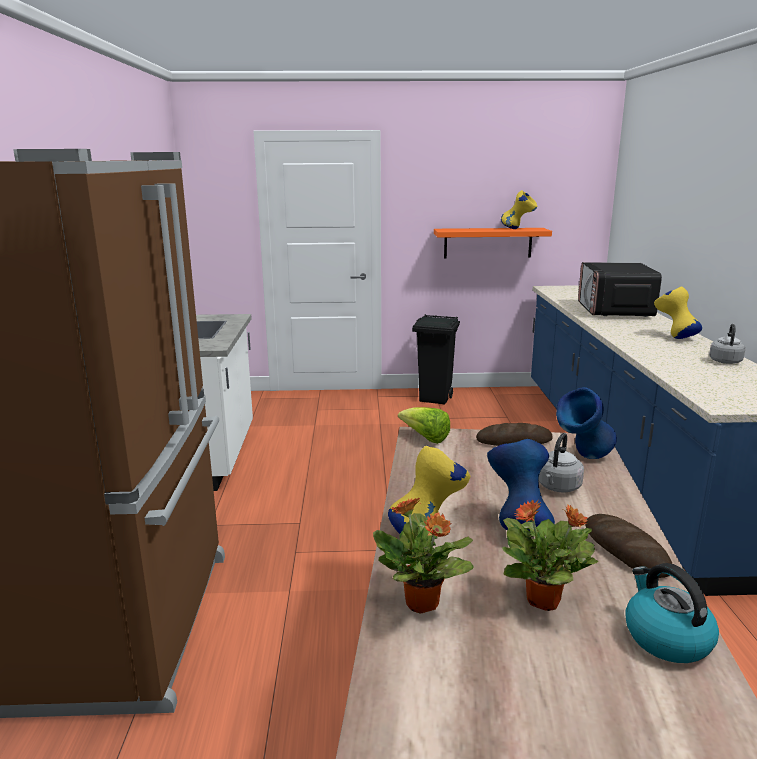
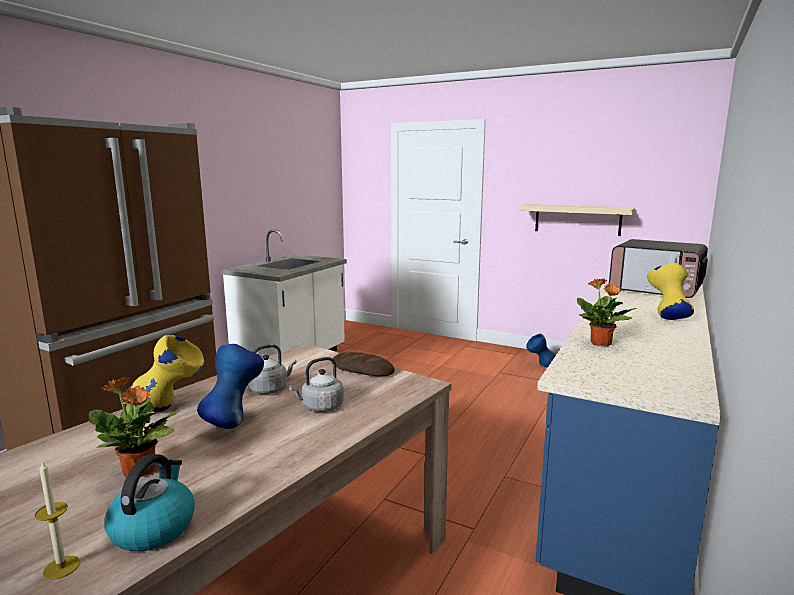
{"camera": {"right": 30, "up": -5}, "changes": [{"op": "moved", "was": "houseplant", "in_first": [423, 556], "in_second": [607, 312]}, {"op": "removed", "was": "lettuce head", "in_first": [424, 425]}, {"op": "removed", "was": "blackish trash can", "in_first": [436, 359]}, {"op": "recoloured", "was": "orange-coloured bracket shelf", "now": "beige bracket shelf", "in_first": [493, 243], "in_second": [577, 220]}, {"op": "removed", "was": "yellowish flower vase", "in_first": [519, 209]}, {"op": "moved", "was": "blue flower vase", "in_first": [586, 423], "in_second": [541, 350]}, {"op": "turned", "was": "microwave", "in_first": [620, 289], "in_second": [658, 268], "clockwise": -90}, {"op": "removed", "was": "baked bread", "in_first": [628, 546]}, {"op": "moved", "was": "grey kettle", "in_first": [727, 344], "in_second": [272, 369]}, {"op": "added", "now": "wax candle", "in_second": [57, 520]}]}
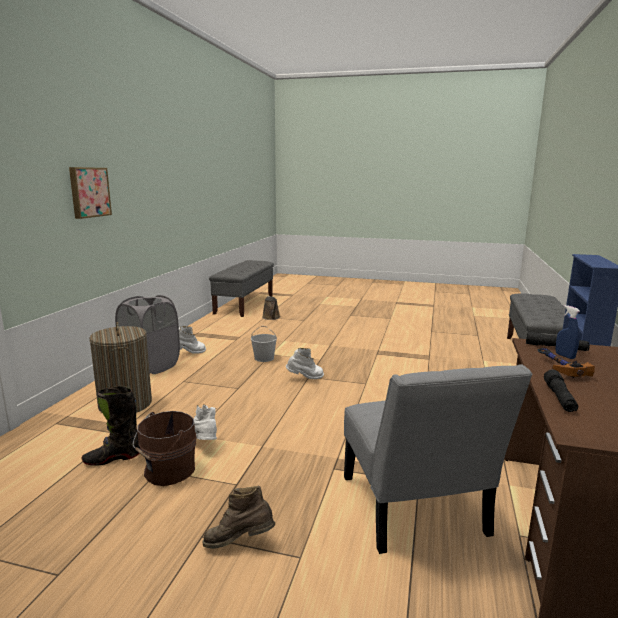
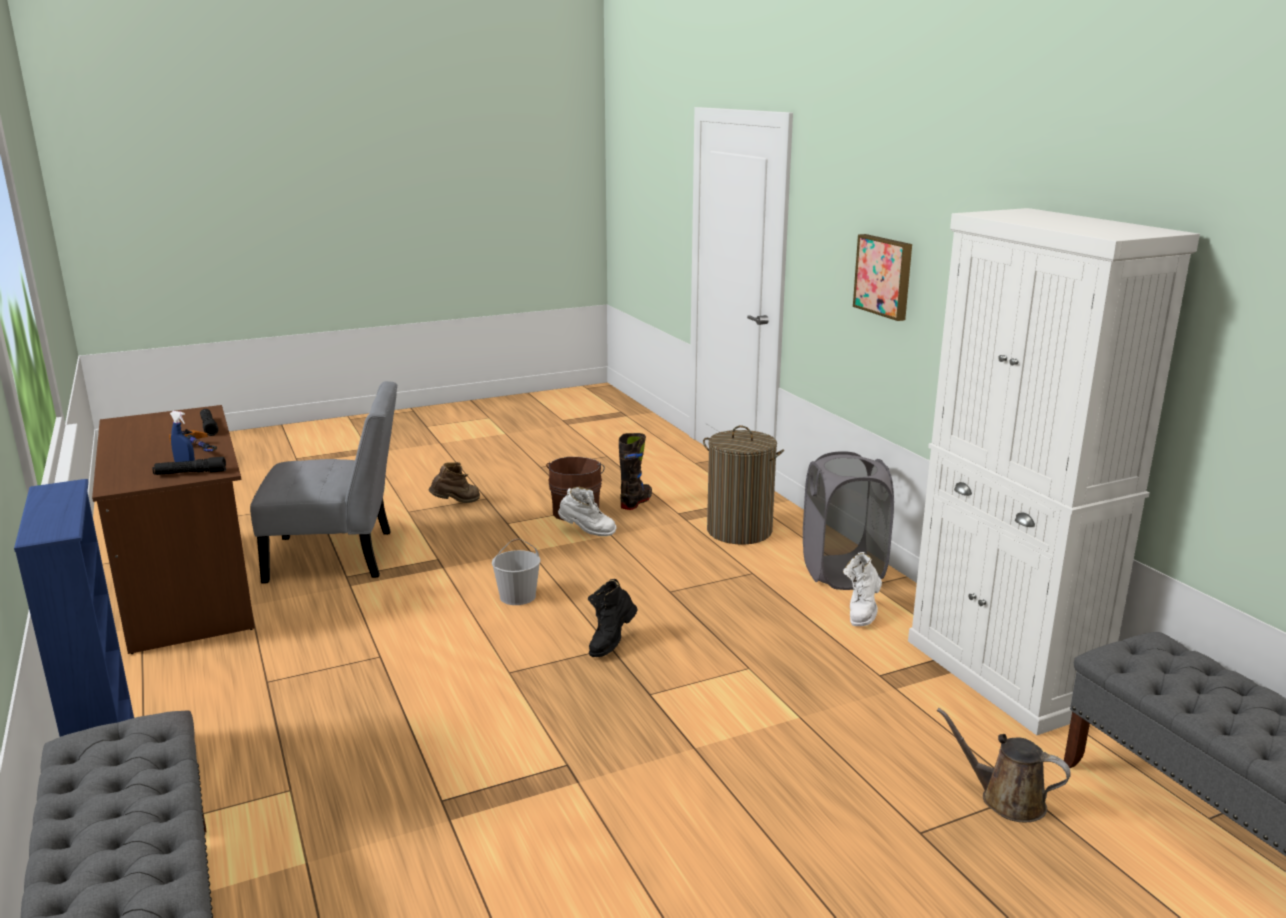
{"camera": {"right": 140, "up": 5}, "changes": [{"op": "moved", "was": "white-coloured water bucket", "in_first": [264, 344], "in_second": [516, 572]}, {"op": "recoloured", "was": "white-coloured high-top boot", "now": "blackish high-top boot", "in_first": [305, 363], "in_second": [613, 618]}, {"op": "turned", "was": "grey upright chair", "in_first": [438, 459], "in_second": [323, 482], "clockwise": 135}, {"op": "added", "now": "white-coloured cupboard", "in_second": [1054, 471]}]}
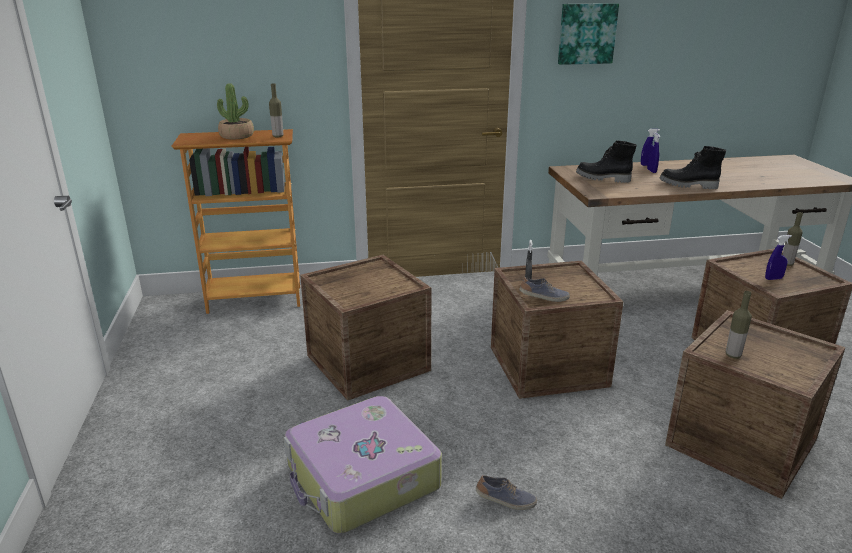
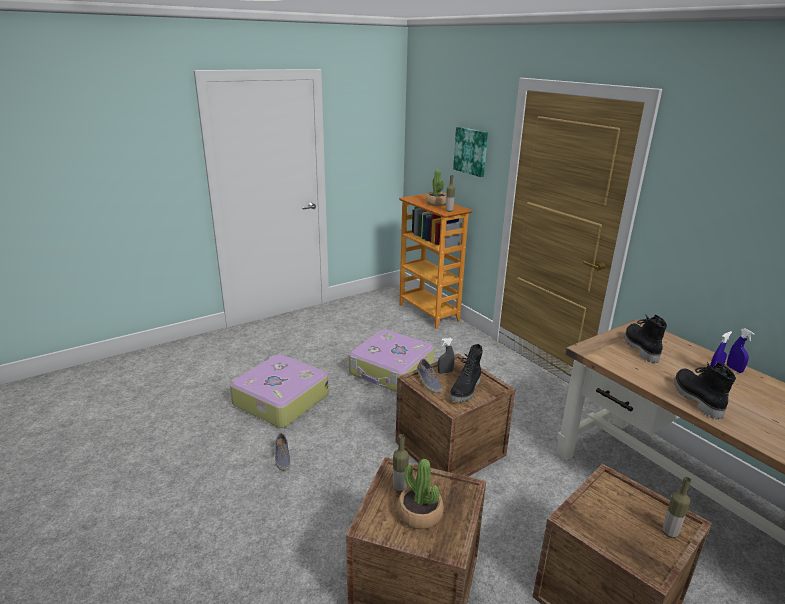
{"camera": {"right": 65, "up": 0}, "changes": [{"op": "replaced", "was": "packing crate", "now": "piece of luggage", "in_first": [365, 328], "in_second": [391, 361]}, {"op": "moved", "was": "wall picture", "in_first": [588, 34], "in_second": [470, 152]}, {"op": "removed", "was": "blue sprayer", "in_first": [778, 257]}, {"op": "added", "now": "houseplant", "in_second": [420, 494]}, {"op": "added", "now": "blackish high-top boot", "in_second": [466, 373]}]}
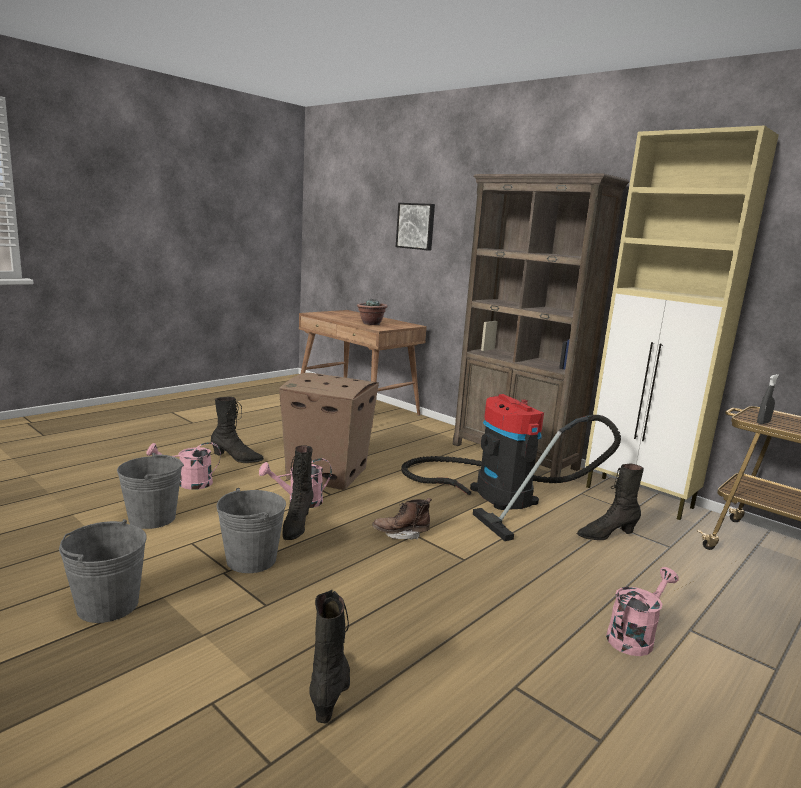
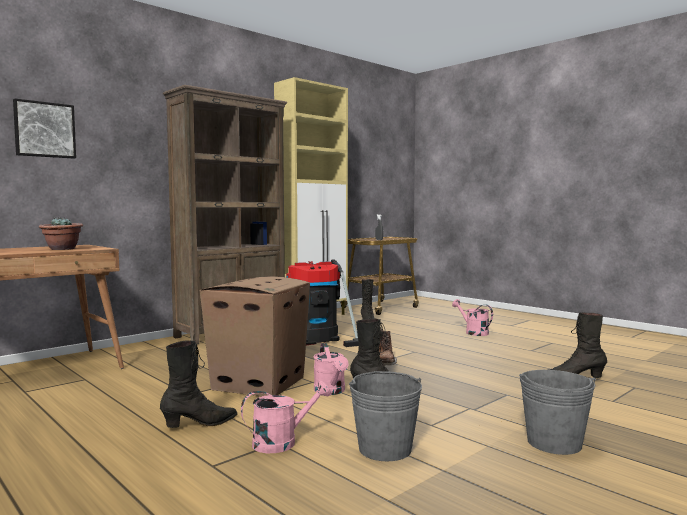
{"camera": {"right": -85, "up": -10}, "changes": [{"op": "turned", "was": "pink watering can", "in_first": [183, 466], "in_second": [286, 417], "clockwise": -105}, {"op": "turned", "was": "blackish high-top boot", "in_first": [237, 430], "in_second": [199, 384], "clockwise": 45}, {"op": "removed", "was": "grey water bucket", "in_first": [251, 530]}]}
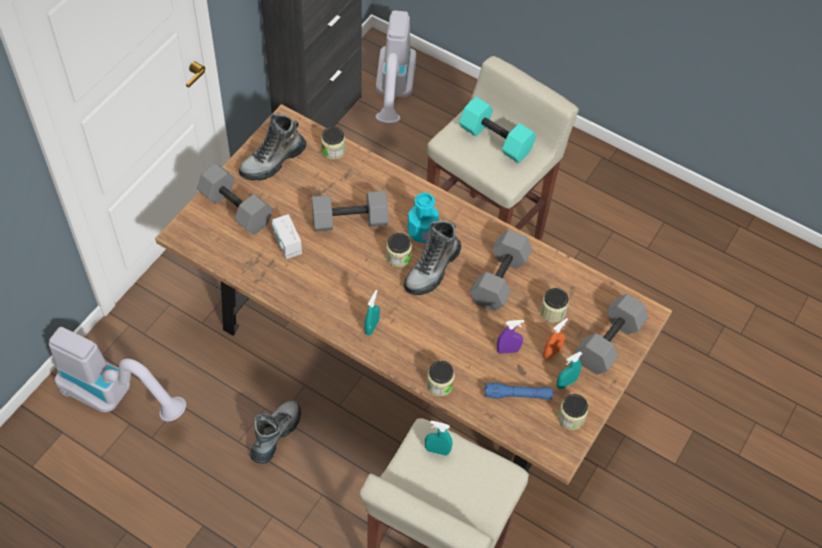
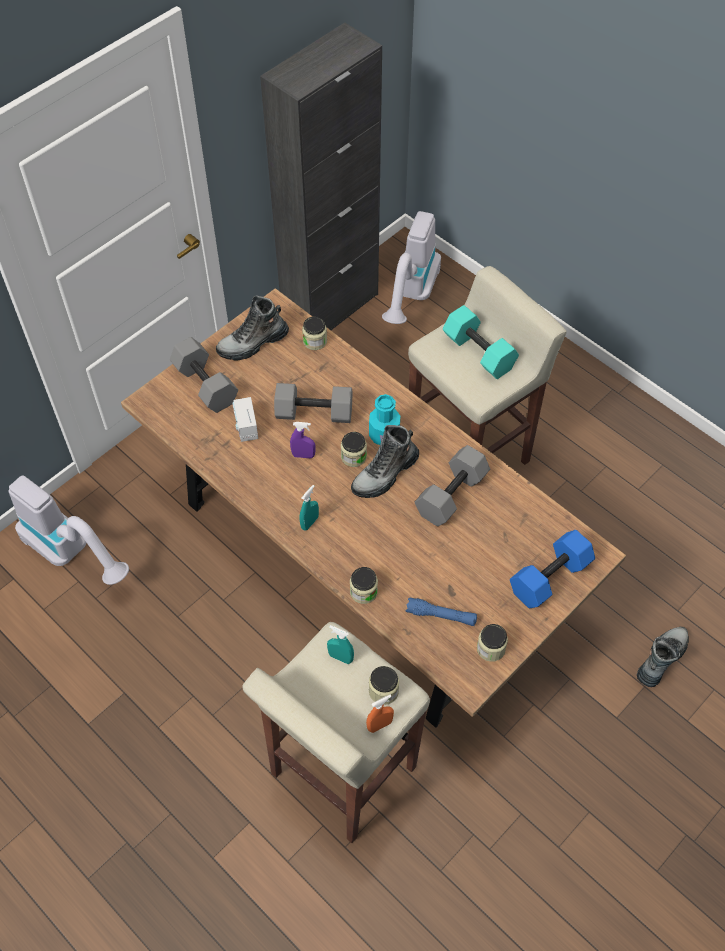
{"camera": {"right": 15, "up": 0}, "changes": [{"op": "moved", "was": "high-top boot", "in_first": [275, 432], "in_second": [663, 657]}, {"op": "moved", "was": "purple sprayer", "in_first": [510, 337], "in_second": [302, 440]}, {"op": "moved", "was": "preserve jar", "in_first": [554, 305], "in_second": [384, 685]}, {"op": "moved", "was": "orange-coloured sprayer", "in_first": [555, 338], "in_second": [380, 714]}, {"op": "removed", "was": "turquoise sprayer", "in_first": [569, 370]}, {"op": "recoloured", "was": "grey dumbbell", "now": "blue dumbbell", "in_first": [611, 334], "in_second": [552, 569]}]}
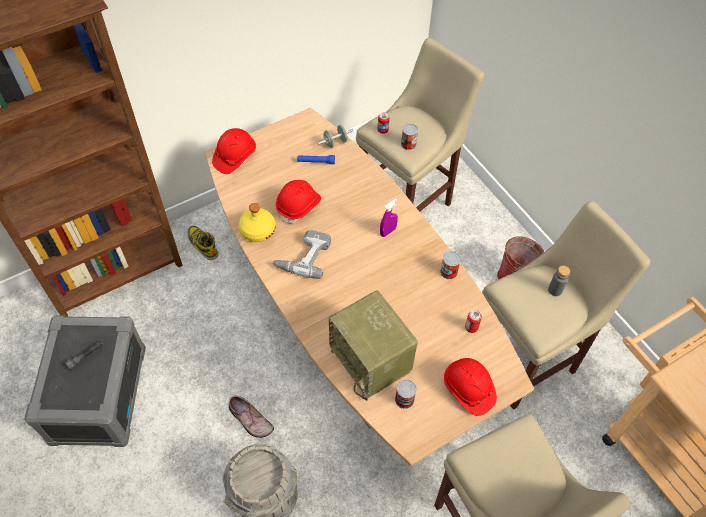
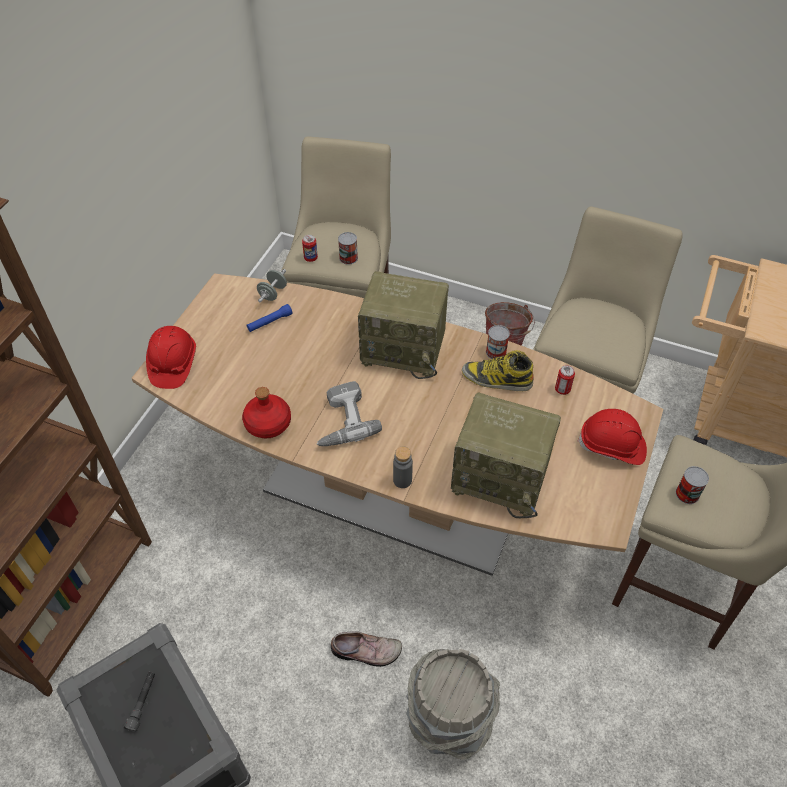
{"camera": {"right": -35, "up": -5}, "changes": [{"op": "moved", "was": "high-top boot", "in_first": [202, 243], "in_second": [498, 370]}, {"op": "recoloured", "was": "yellowish beverage bottle", "now": "red beverage bottle", "in_first": [257, 222], "in_second": [266, 412]}, {"op": "removed", "was": "red hard hat", "in_first": [298, 202]}, {"op": "replaced", "was": "purple sprayer", "now": "radio set", "in_first": [389, 217], "in_second": [403, 325]}, {"op": "moved", "was": "metal can", "in_first": [406, 394], "in_second": [692, 485]}, {"op": "moved", "was": "grey beverage bottle", "in_first": [559, 281], "in_second": [403, 467]}]}
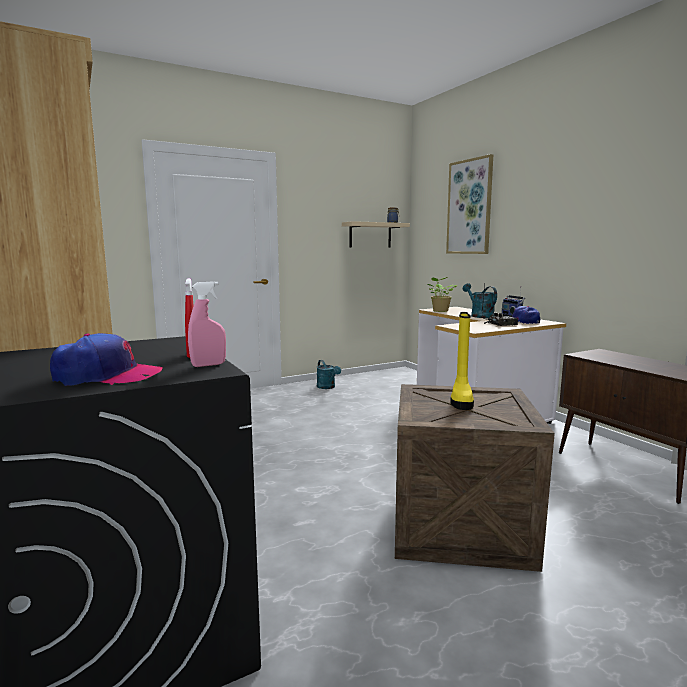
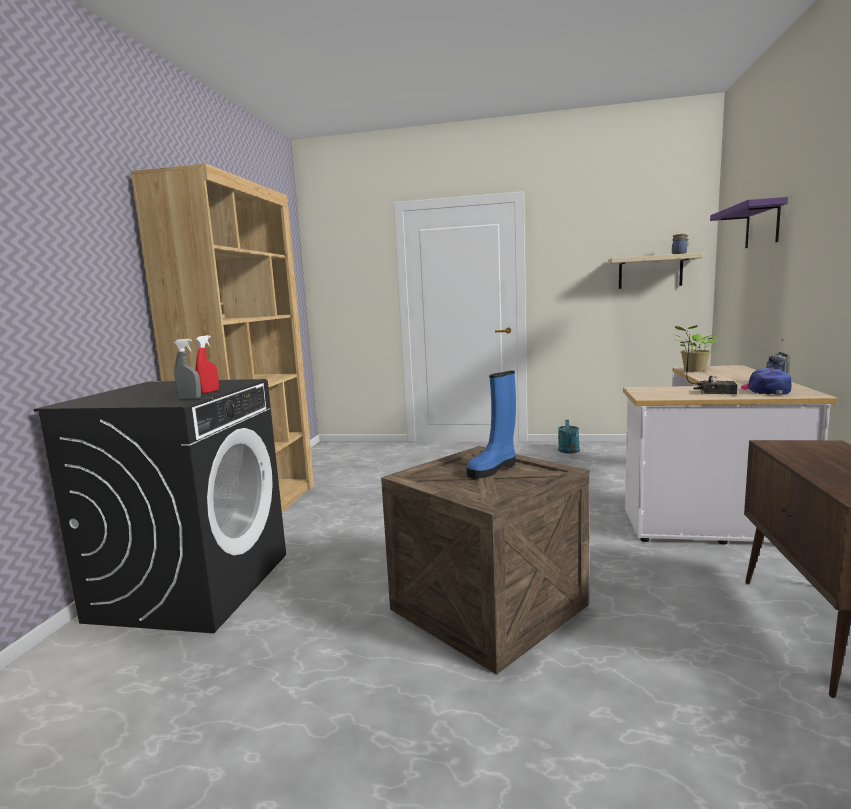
{"camera": {"right": 40, "up": 0}, "changes": [{"op": "removed", "was": "peaked cap", "in_first": [106, 359]}, {"op": "recoloured", "was": "pink sprayer", "now": "grey sprayer", "in_first": [207, 324], "in_second": [187, 369]}, {"op": "replaced", "was": "wall picture", "now": "purple bracket shelf", "in_first": [469, 204], "in_second": [749, 222]}, {"op": "recoloured", "was": "yellowish high-top boot", "now": "blue high-top boot", "in_first": [462, 361], "in_second": [491, 425]}, {"op": "removed", "was": "turquoise watering can", "in_first": [480, 300]}]}
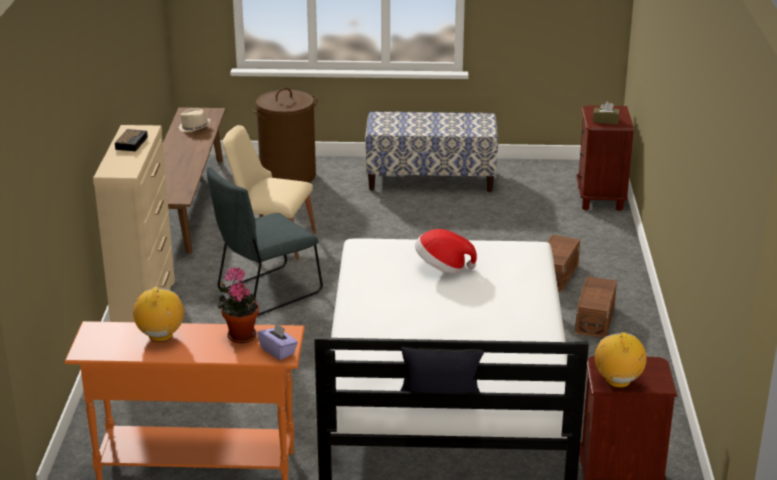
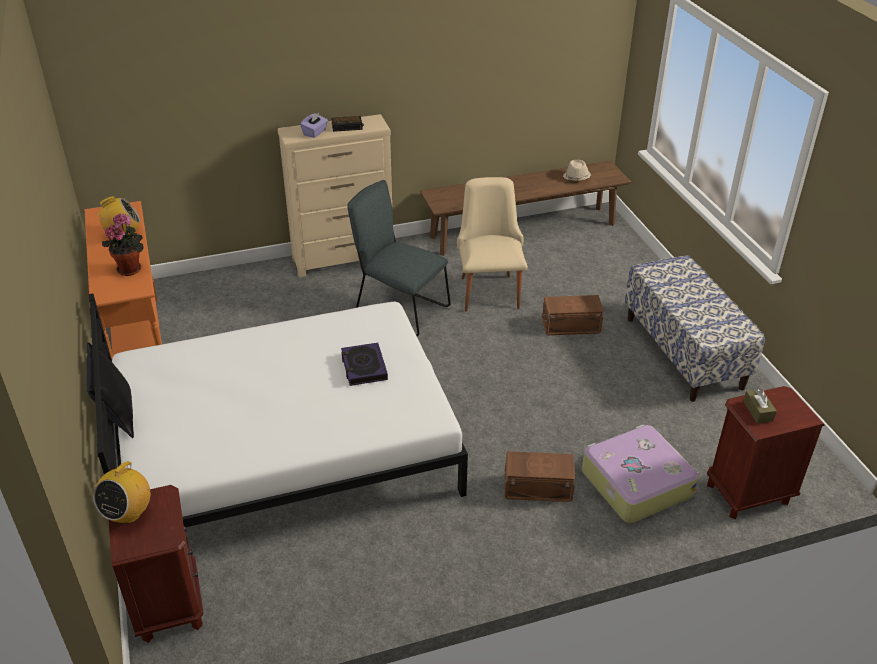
{"camera": {"right": 70, "up": 10}, "changes": [{"op": "removed", "was": "brownish hamper", "in_first": [284, 135]}, {"op": "moved", "was": "purple tissue box", "in_first": [277, 341], "in_second": [314, 125]}, {"op": "replaced", "was": "clothing hat", "now": "volume", "in_first": [446, 251], "in_second": [364, 364]}, {"op": "moved", "was": "brownish storage bin", "in_first": [596, 307], "in_second": [573, 315]}, {"op": "turned", "was": "radio set", "in_first": [621, 360], "in_second": [121, 492], "clockwise": 135}, {"op": "added", "now": "piece of luggage", "in_second": [640, 474]}]}
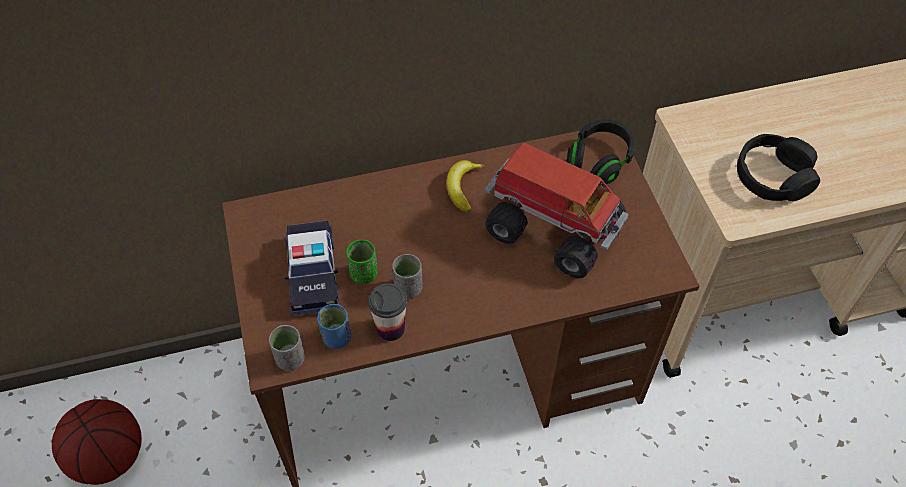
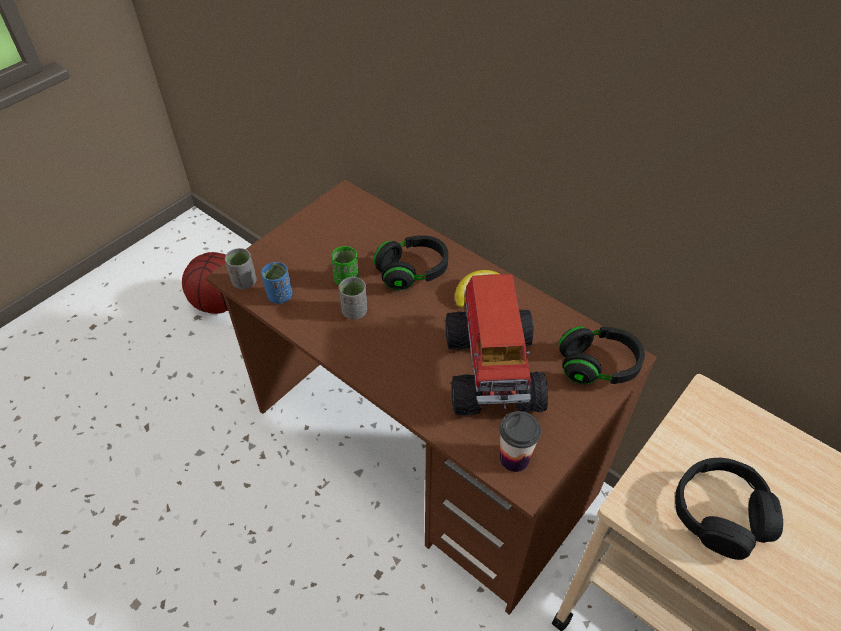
{"camera": {"right": 55, "up": -5}, "changes": [{"op": "removed", "was": "toy car", "in_first": [311, 268]}, {"op": "moved", "was": "drinking cup", "in_first": [387, 312], "in_second": [520, 441]}, {"op": "added", "now": "blackish headphones", "in_second": [410, 262]}]}
